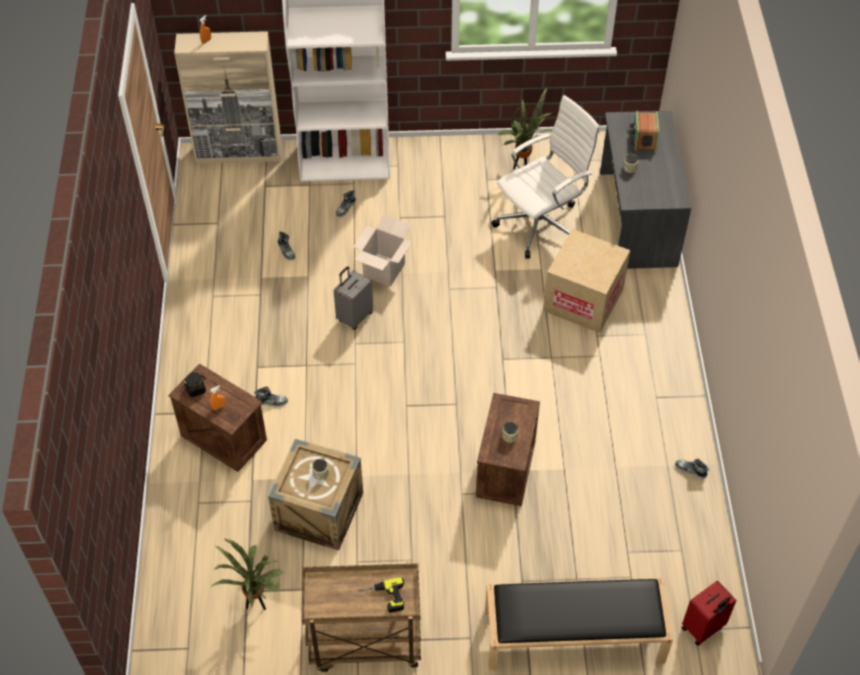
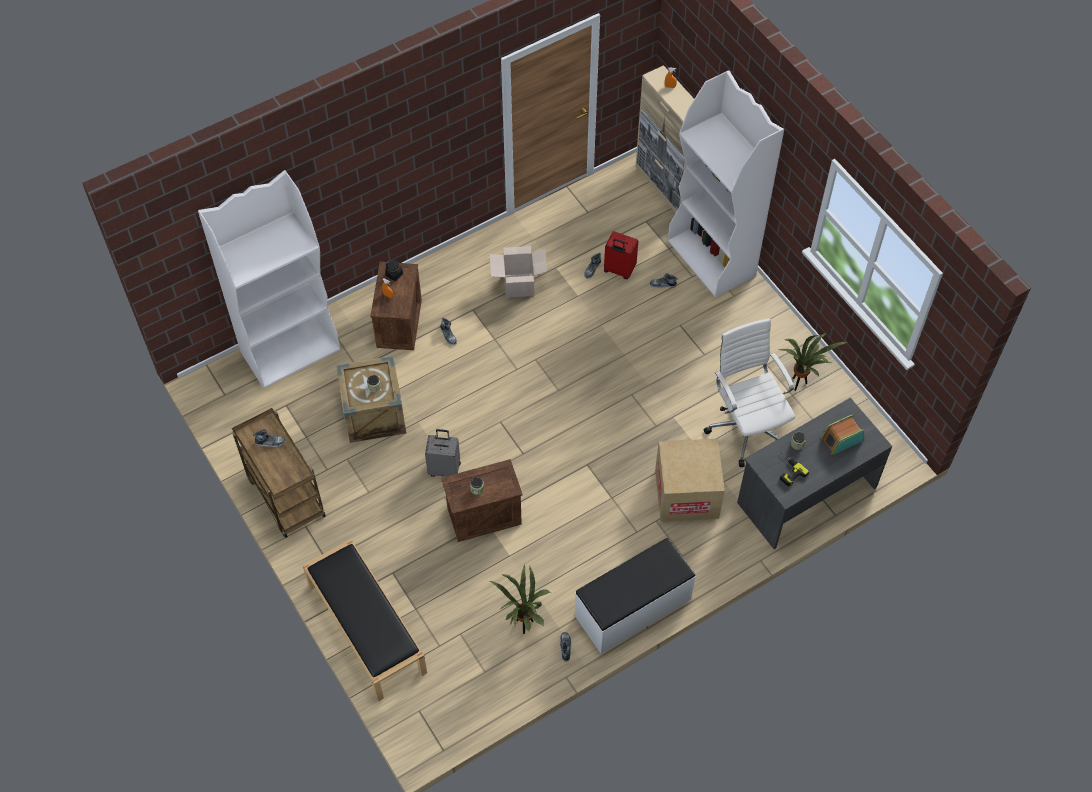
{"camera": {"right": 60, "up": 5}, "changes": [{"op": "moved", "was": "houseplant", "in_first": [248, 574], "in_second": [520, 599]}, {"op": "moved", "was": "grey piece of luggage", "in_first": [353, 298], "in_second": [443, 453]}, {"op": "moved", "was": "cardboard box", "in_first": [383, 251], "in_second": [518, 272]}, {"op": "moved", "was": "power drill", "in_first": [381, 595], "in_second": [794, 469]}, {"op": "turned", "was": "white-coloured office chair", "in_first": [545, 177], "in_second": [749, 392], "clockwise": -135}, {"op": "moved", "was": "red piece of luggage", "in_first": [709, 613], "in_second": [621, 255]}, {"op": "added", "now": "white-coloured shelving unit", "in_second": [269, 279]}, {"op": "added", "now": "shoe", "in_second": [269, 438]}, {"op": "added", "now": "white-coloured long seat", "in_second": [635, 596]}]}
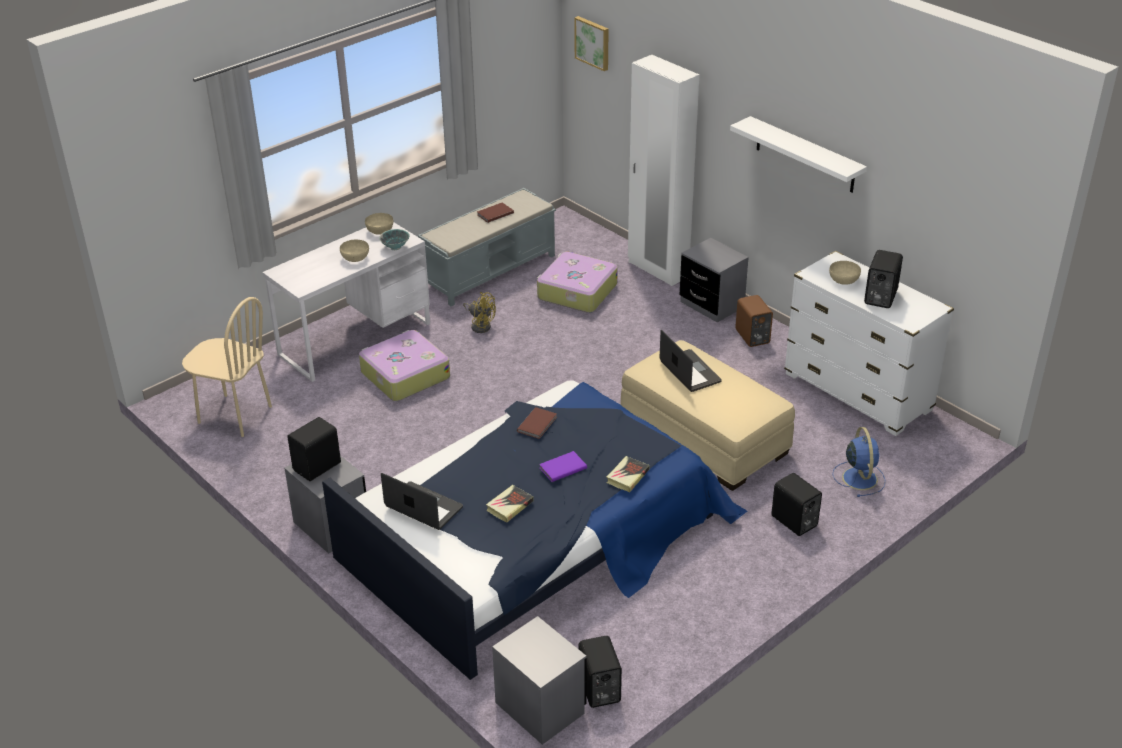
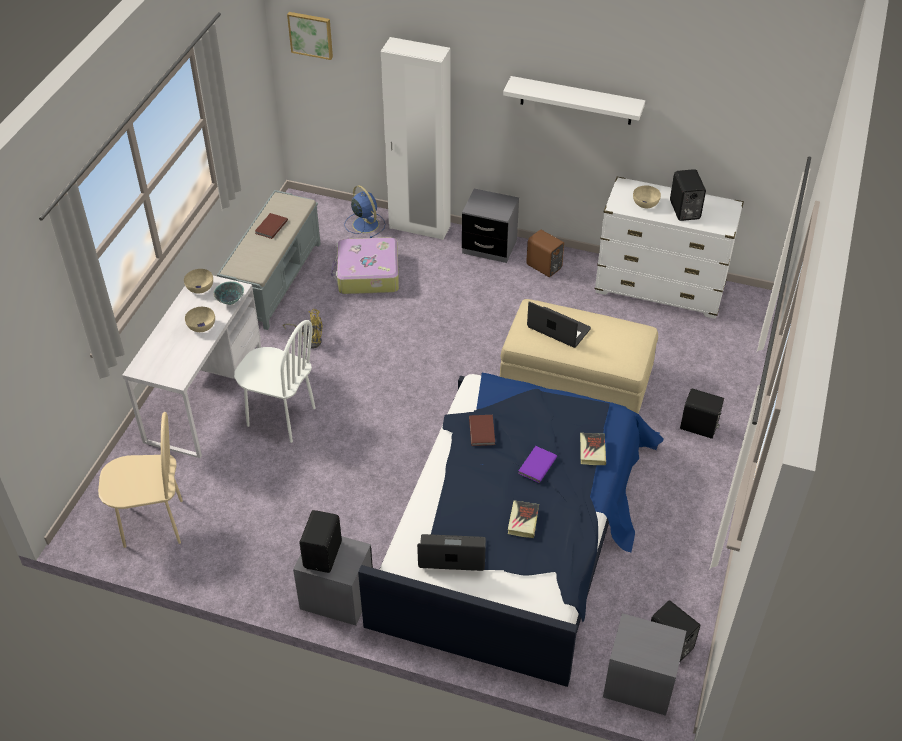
{"camera": {"right": -30, "up": 10}, "changes": [{"op": "replaced", "was": "piece of luggage", "now": "white-coloured upright chair", "in_first": [404, 365], "in_second": [274, 381]}, {"op": "moved", "was": "blue fan", "in_first": [859, 462], "in_second": [364, 211]}]}
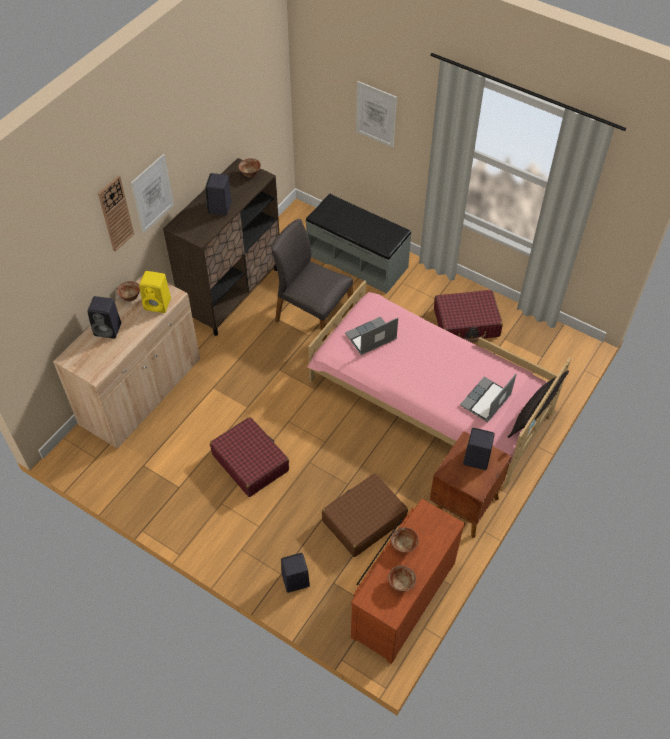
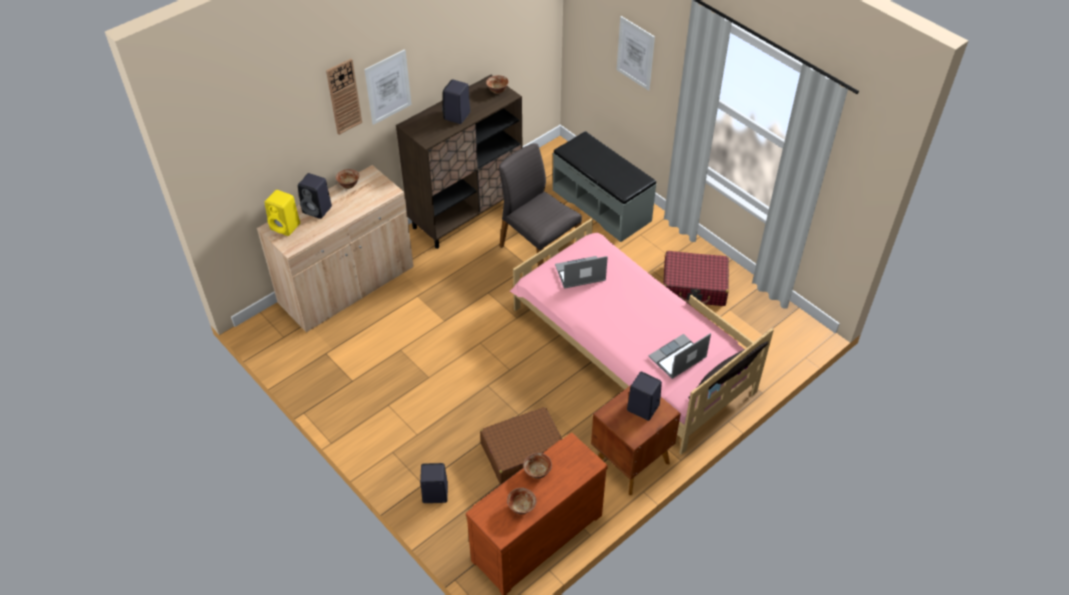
{"camera": {"right": 15, "up": -5}, "changes": [{"op": "moved", "was": "yellowish audio speaker", "in_first": [155, 292], "in_second": [282, 213]}, {"op": "removed", "was": "red piece of luggage", "in_first": [249, 457]}]}
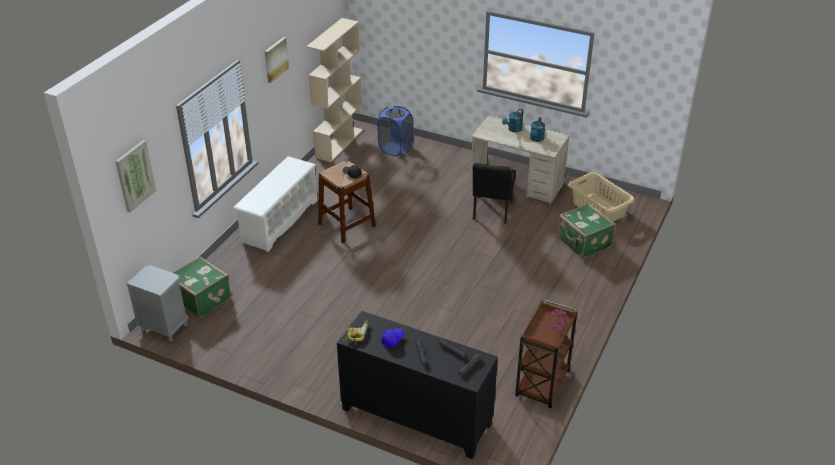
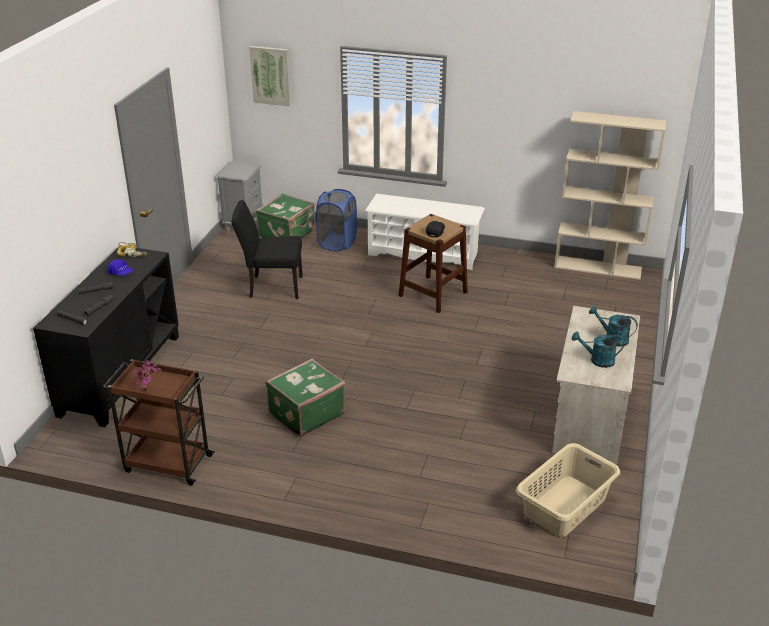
{"camera": {"right": 80, "up": -5}, "changes": [{"op": "removed", "was": "wall picture", "in_first": [277, 60]}, {"op": "moved", "was": "blue hamper", "in_first": [395, 131], "in_second": [336, 220]}, {"op": "moved", "was": "blackish upright chair", "in_first": [494, 193], "in_second": [267, 249]}, {"op": "moved", "was": "green piece of luggage", "in_first": [586, 230], "in_second": [305, 398]}]}
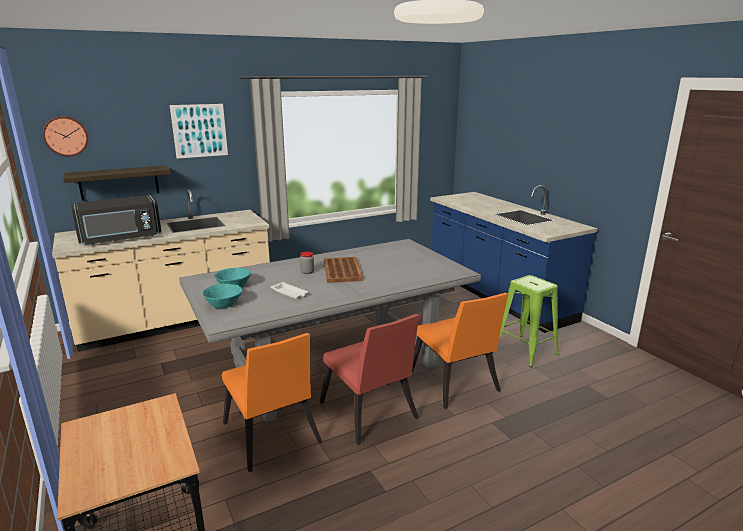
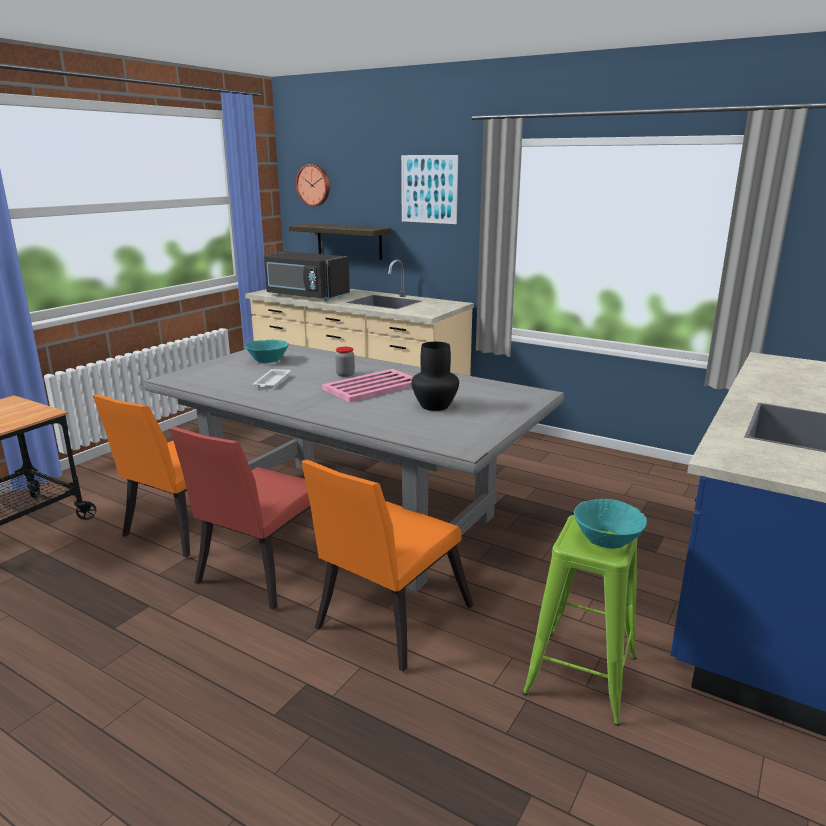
{"camera": {"right": 60, "up": 0}, "changes": [{"op": "moved", "was": "turquoise bowl", "in_first": [222, 296], "in_second": [610, 524]}, {"op": "recoloured", "was": "brownish carrying tray", "now": "pink carrying tray", "in_first": [343, 270], "in_second": [367, 385]}, {"op": "added", "now": "blackish flower vase", "in_second": [435, 376]}]}
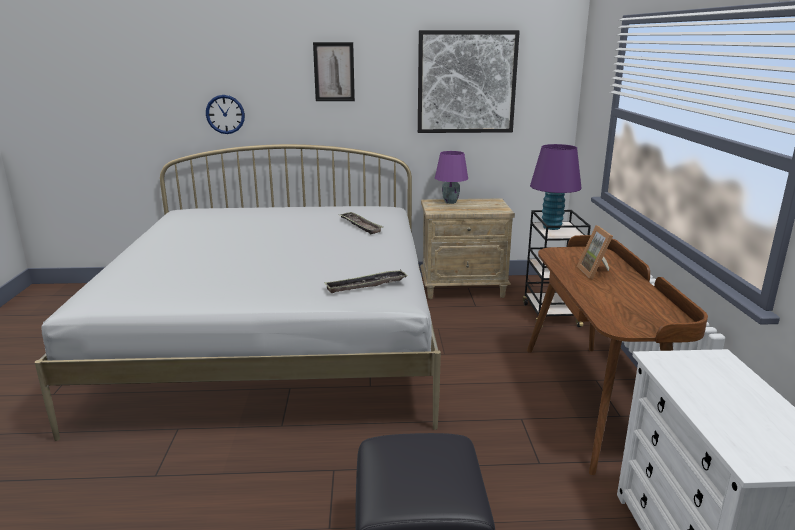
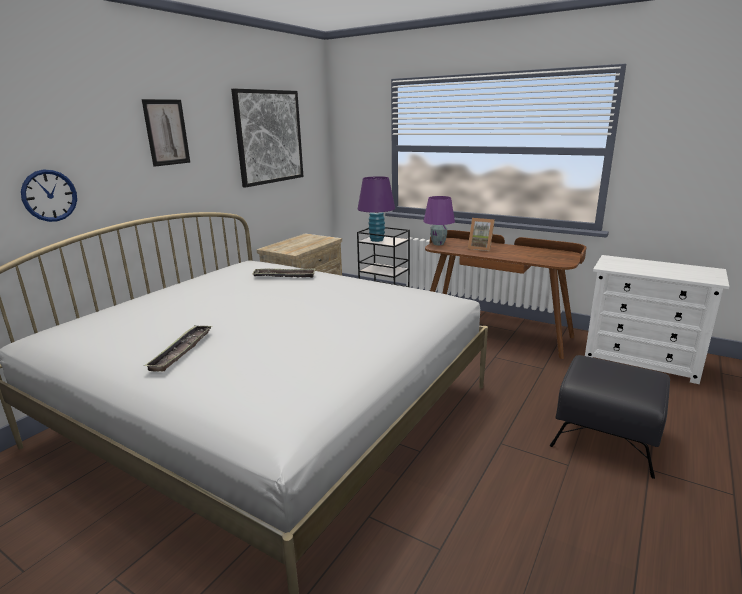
{"camera": {"right": -55, "up": 0}, "changes": [{"op": "moved", "was": "carrying tray", "in_first": [366, 281], "in_second": [178, 348]}, {"op": "moved", "was": "purple table lamp", "in_first": [451, 177], "in_second": [439, 220]}]}
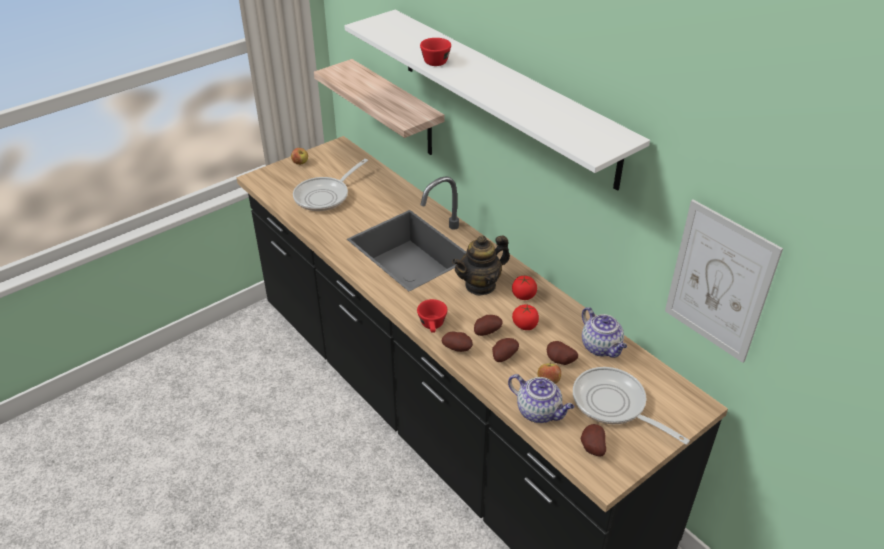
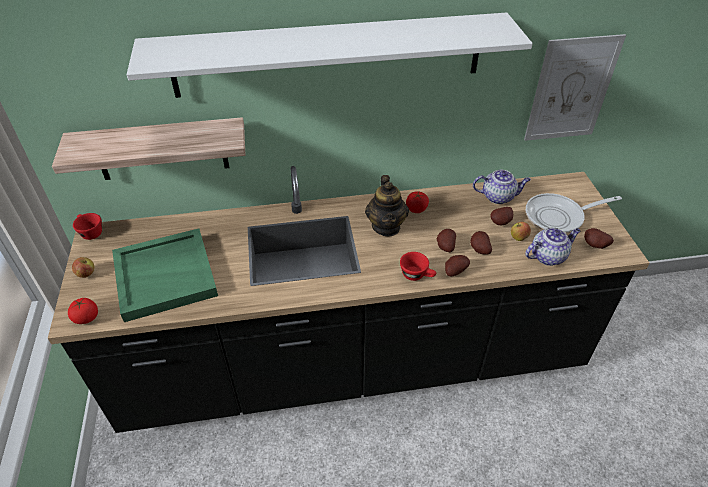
{"camera": {"right": -60, "up": 5}, "changes": [{"op": "replaced", "was": "skillet", "now": "green carrying tray", "in_first": [330, 185], "in_second": [165, 275]}, {"op": "moved", "was": "red drinking cup", "in_first": [435, 52], "in_second": [87, 226]}, {"op": "moved", "was": "whole tomato", "in_first": [525, 317], "in_second": [83, 311]}]}
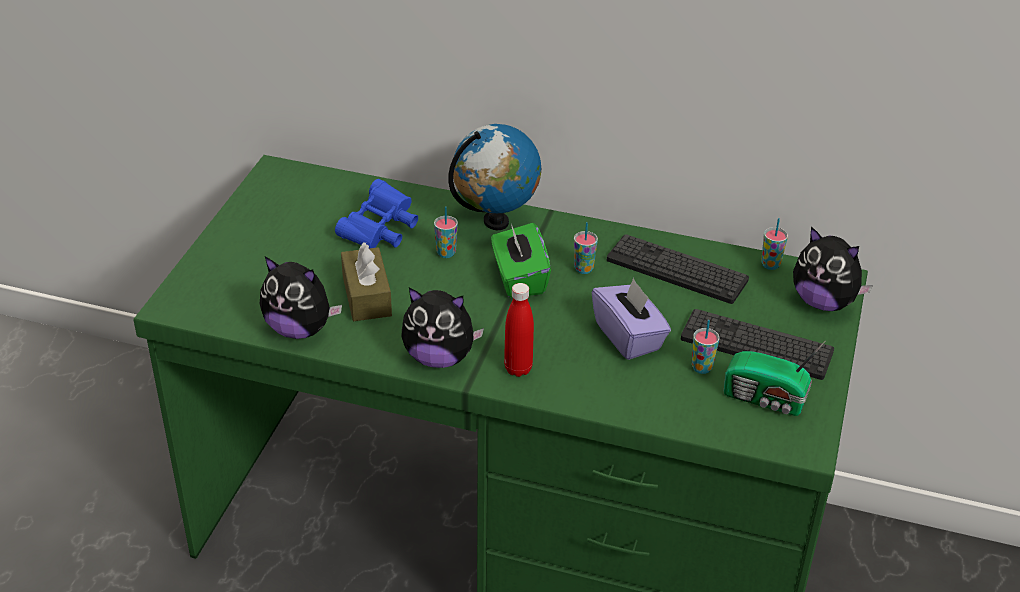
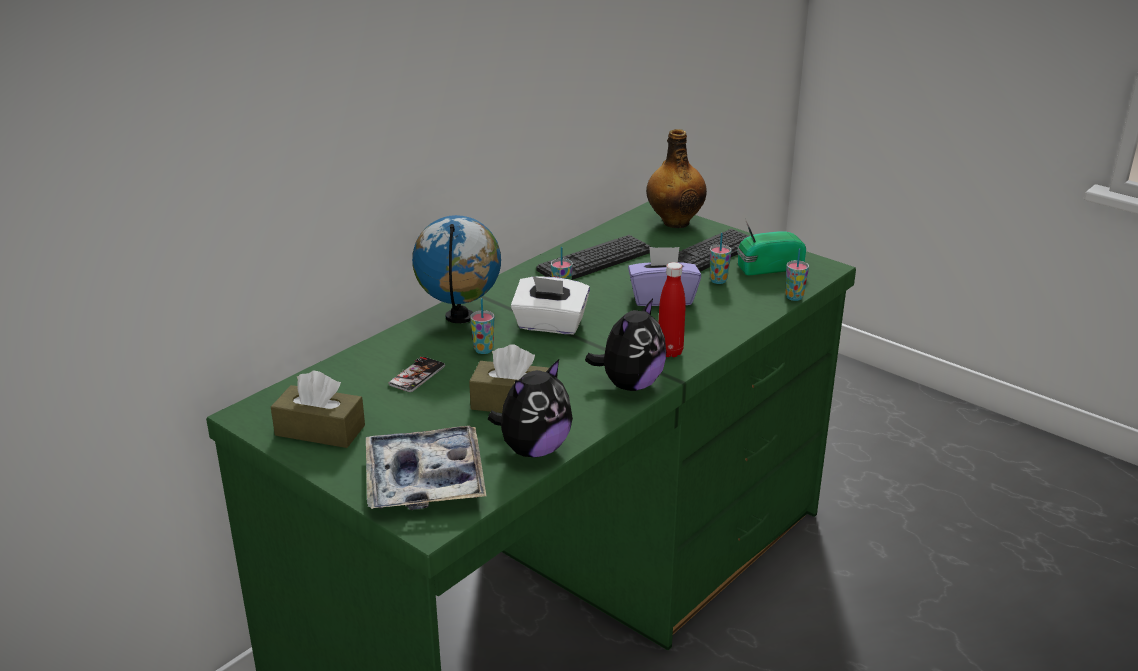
{"camera": {"right": -65, "up": -10}, "changes": [{"op": "replaced", "was": "blue field glasses", "now": "telephone", "in_first": [376, 214], "in_second": [416, 374]}, {"op": "recoloured", "was": "green tissue box", "now": "white-coloured tissue box", "in_first": [521, 260], "in_second": [550, 305]}, {"op": "turned", "was": "radio set", "in_first": [775, 378], "in_second": [771, 247], "clockwise": -150}, {"op": "moved", "was": "drinking cup", "in_first": [774, 244], "in_second": [797, 275]}, {"op": "replaced", "was": "soft toy", "now": "beverage bottle", "in_first": [833, 269], "in_second": [676, 178]}, {"op": "added", "now": "brownish tissue box", "in_second": [318, 409]}, {"op": "added", "now": "carrying tray", "in_second": [426, 468]}]}
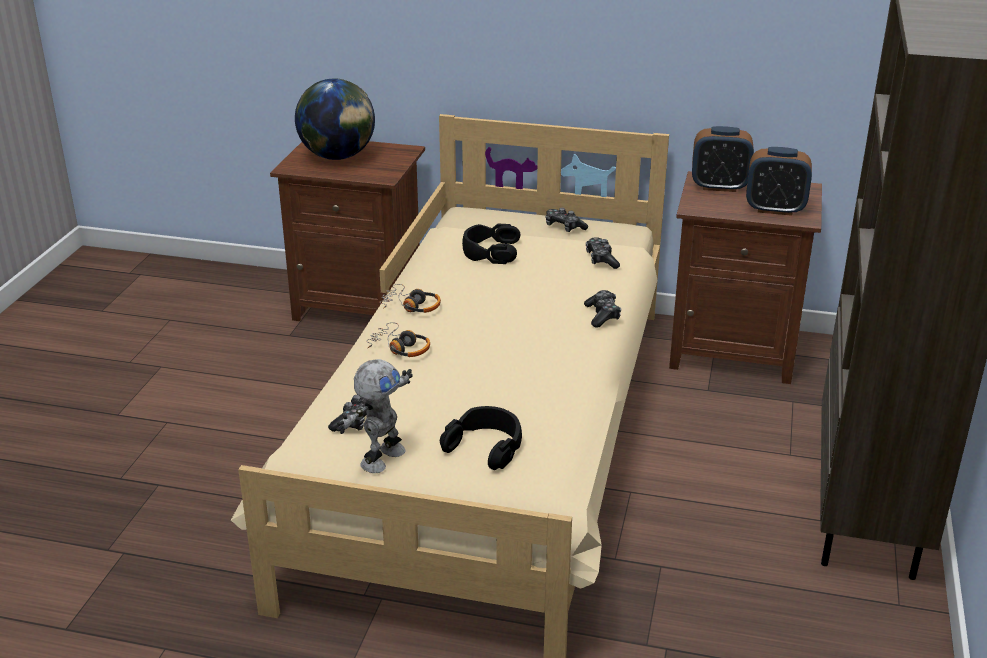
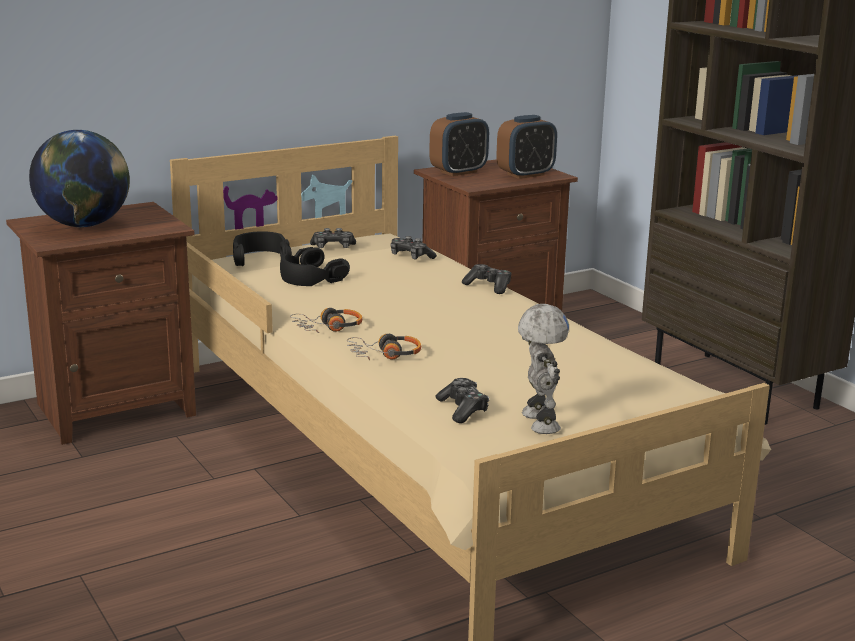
{"camera": {"right": -45, "up": -10}, "changes": [{"op": "moved", "was": "blackish headphones", "in_first": [481, 438], "in_second": [262, 248]}]}
